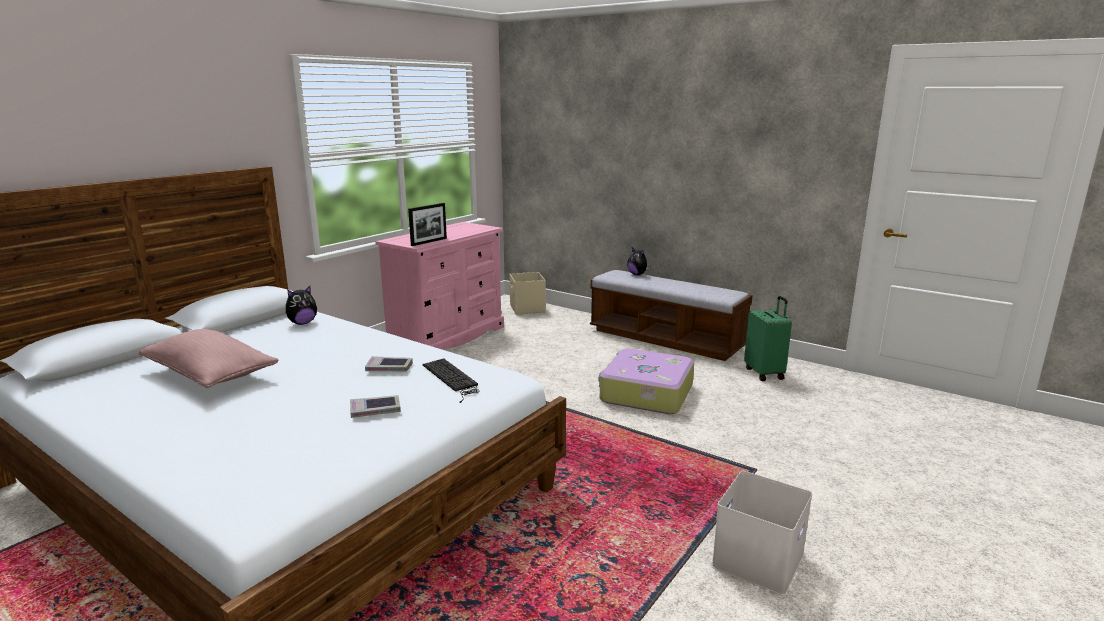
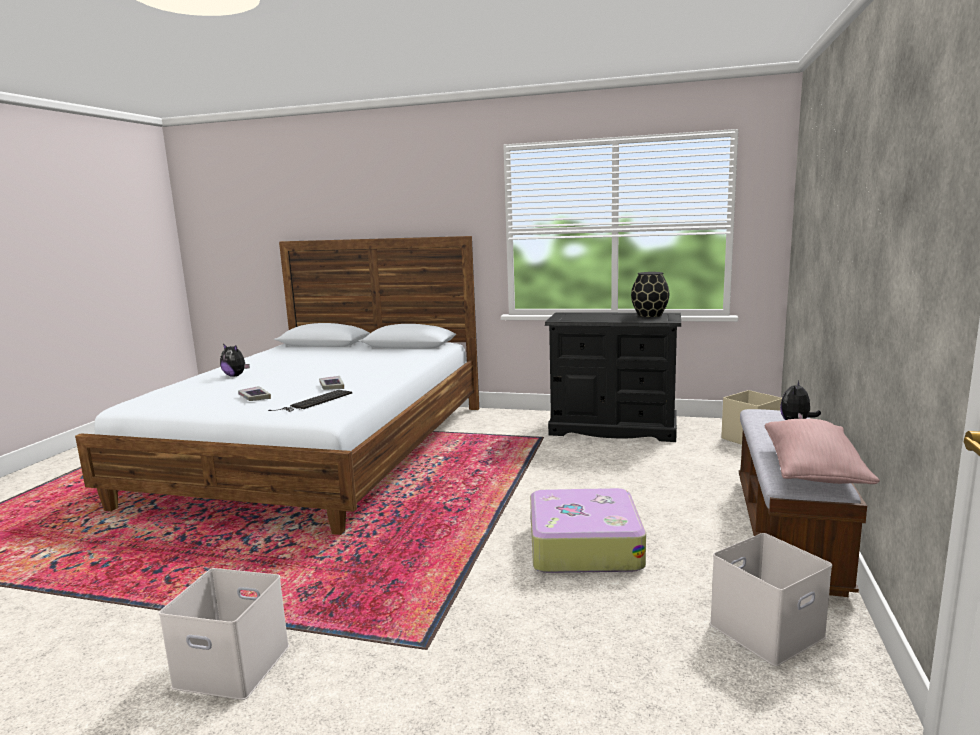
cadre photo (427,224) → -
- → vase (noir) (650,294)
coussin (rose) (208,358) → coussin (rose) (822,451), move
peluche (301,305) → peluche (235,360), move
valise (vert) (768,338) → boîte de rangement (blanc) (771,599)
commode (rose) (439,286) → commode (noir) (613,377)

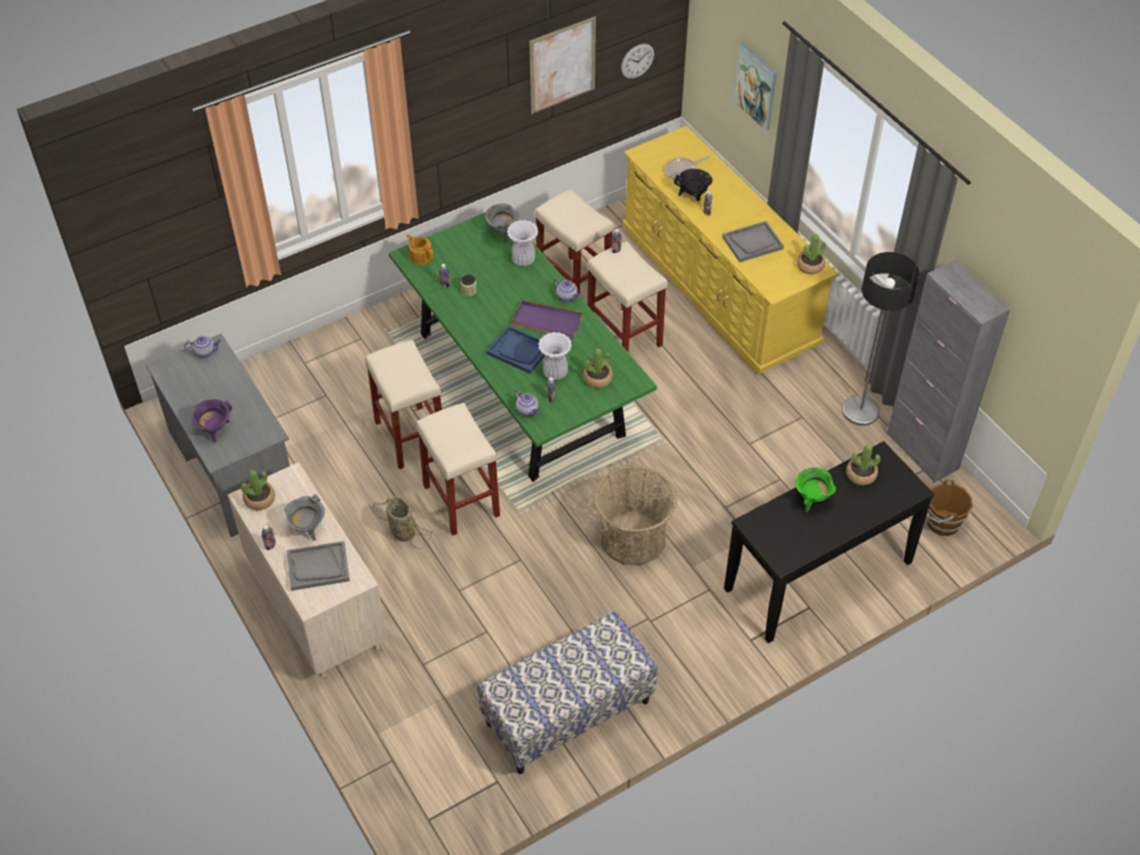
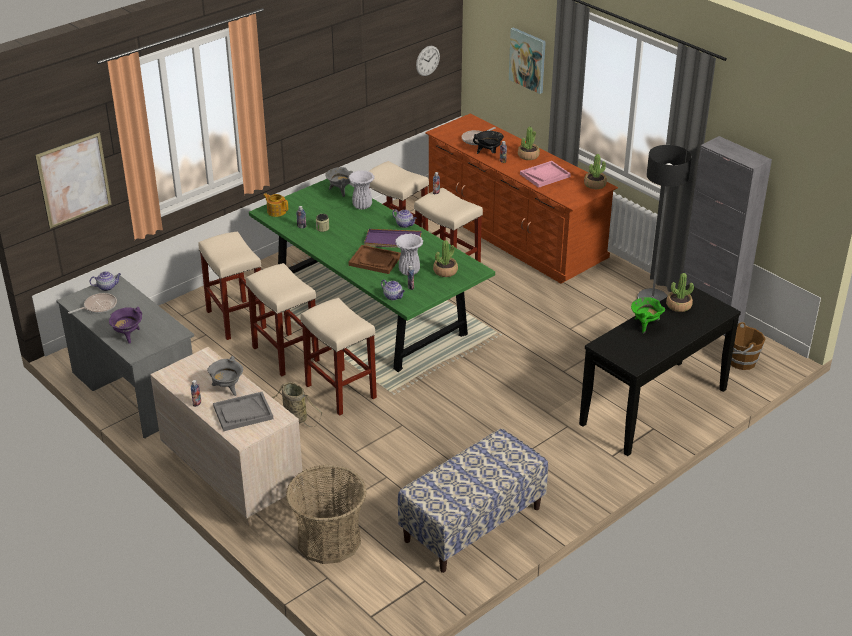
- → poêle (92,303)
- → tabouret (beige) (232,285)
plante en pot (258,490) → plante en pot (529,143), move
tableau (562,64) → tableau (73,180), move
panier (635,515) → panier (326,514), move
plateau (bleu) (515,349) → plateau (marron) (375,259)
commode (jaune) (730,249) → commode (marron) (521,198)
plateau (gris) (753,241) → plateau (rose) (545,174)

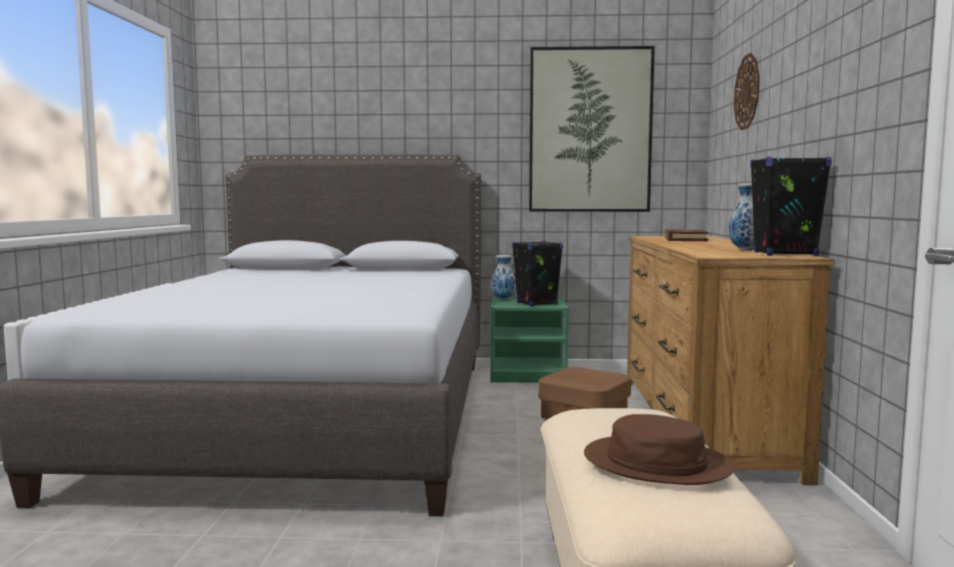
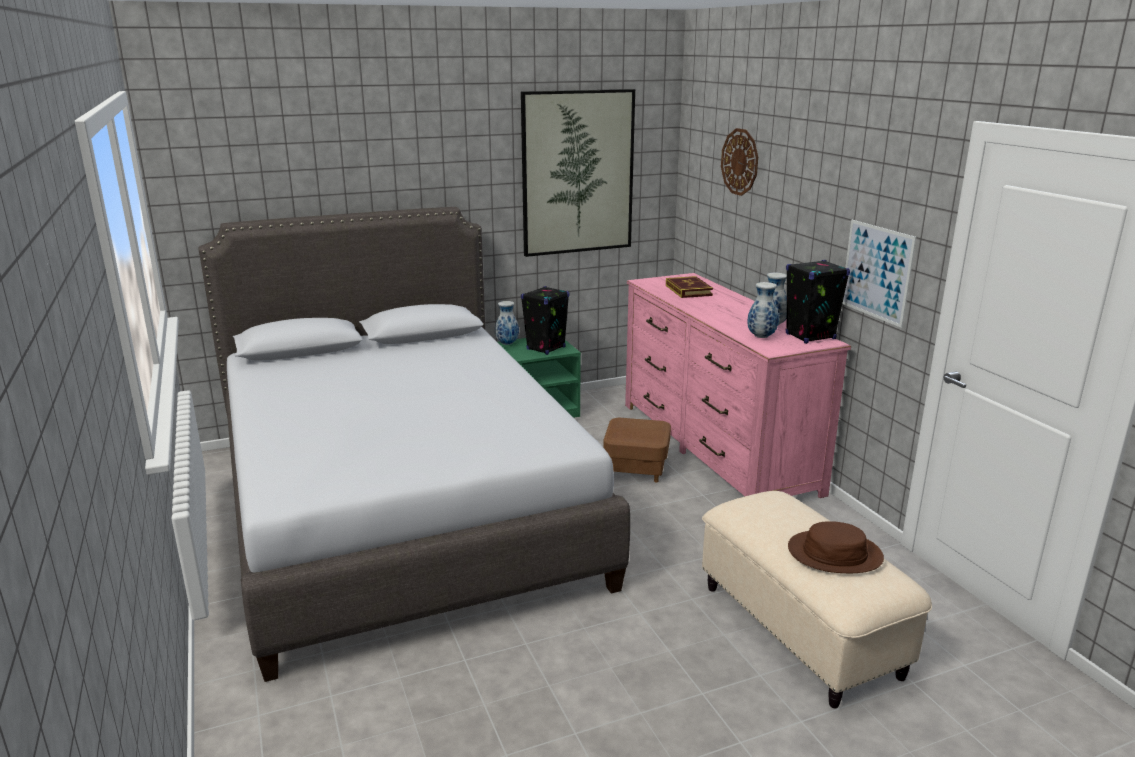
- → vase (763,310)
- → tableau (879,274)
commode (marron) (731,360) → commode (rose) (738,385)

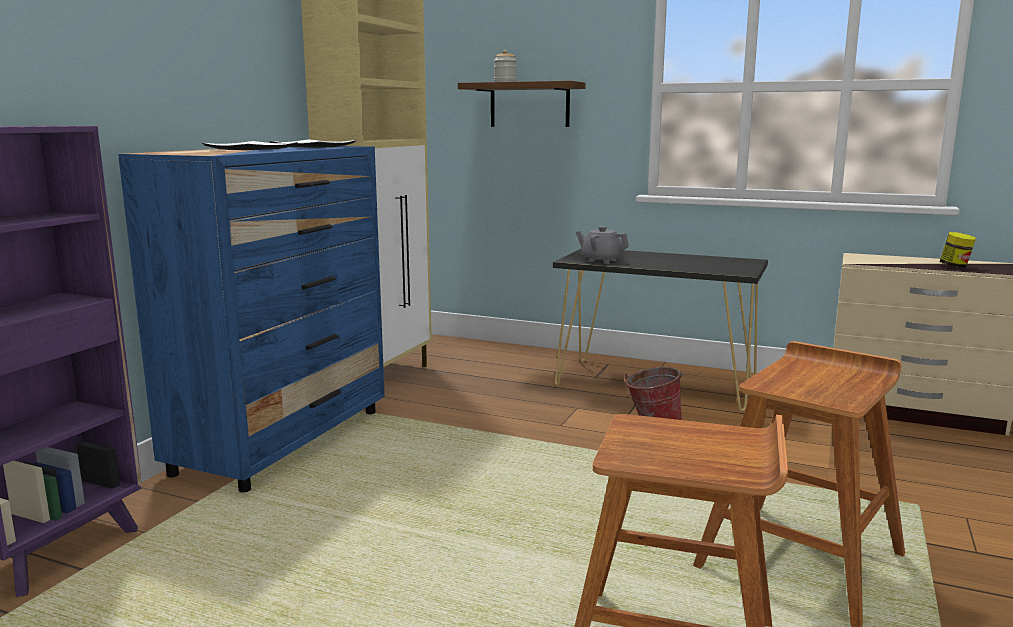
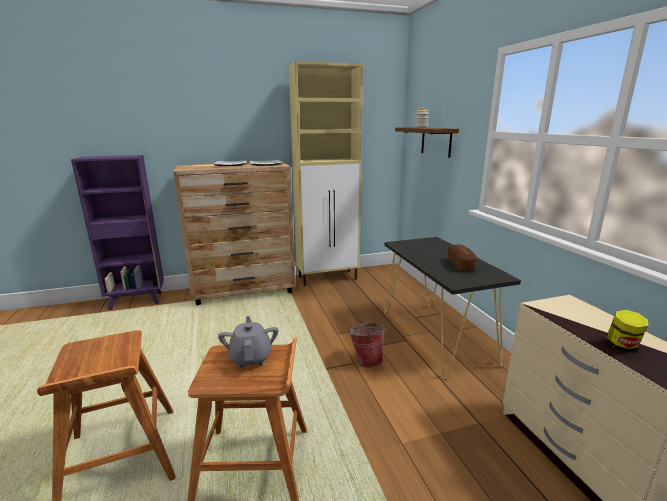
- → pain (463,258)
théière (gris) (602,245) → théière (gris) (248,342), move
commode (bleu) (251,319) → commode (marron) (234,233)

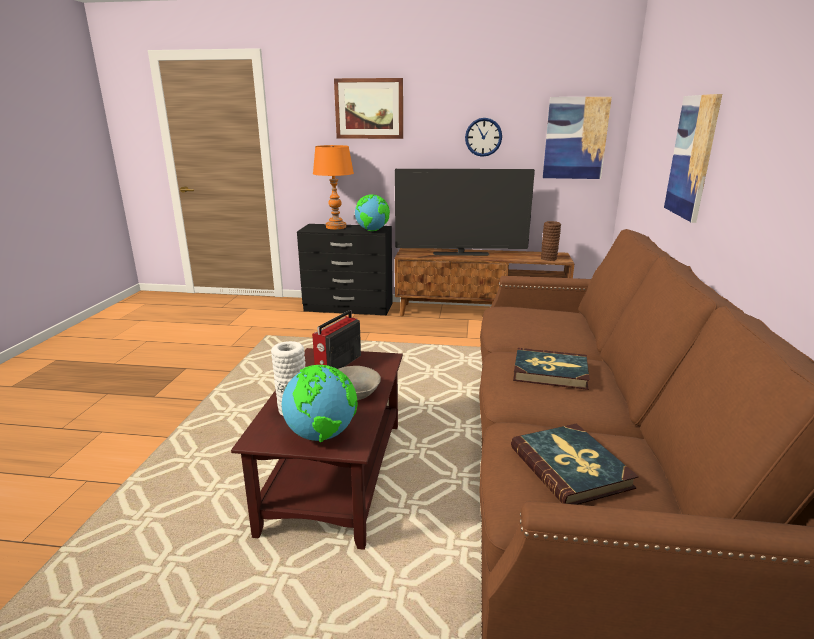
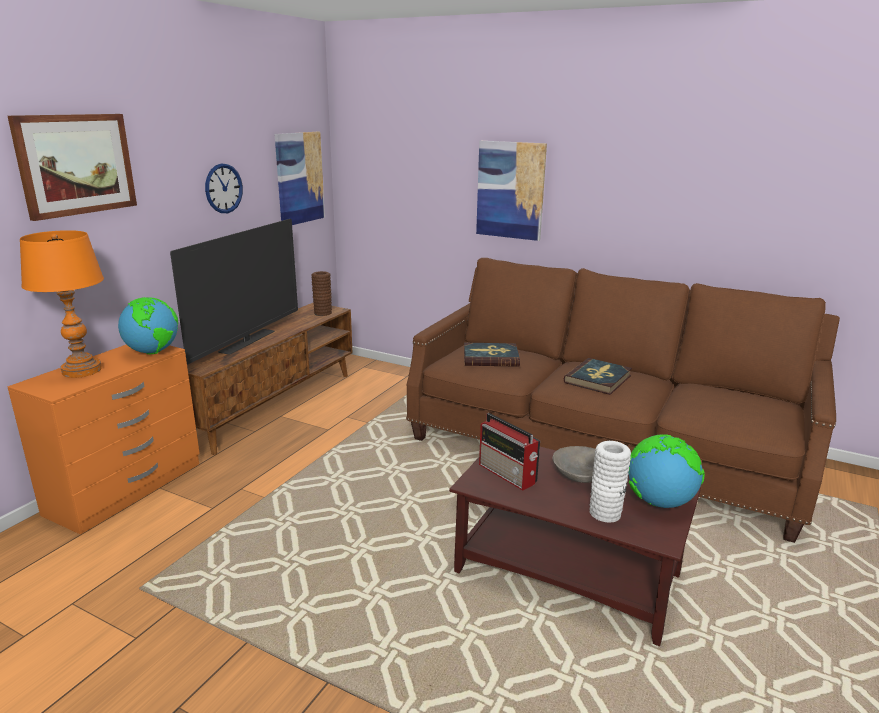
livre (575,464) → livre (492,355), move
commode (noir) (344,269) → commode (orange) (104,439)

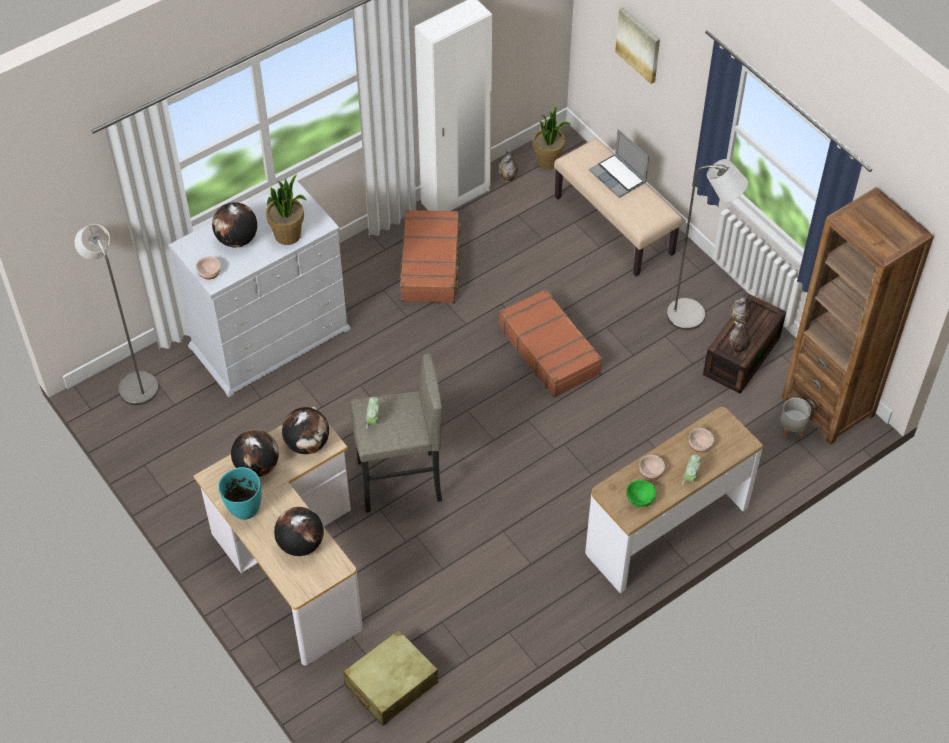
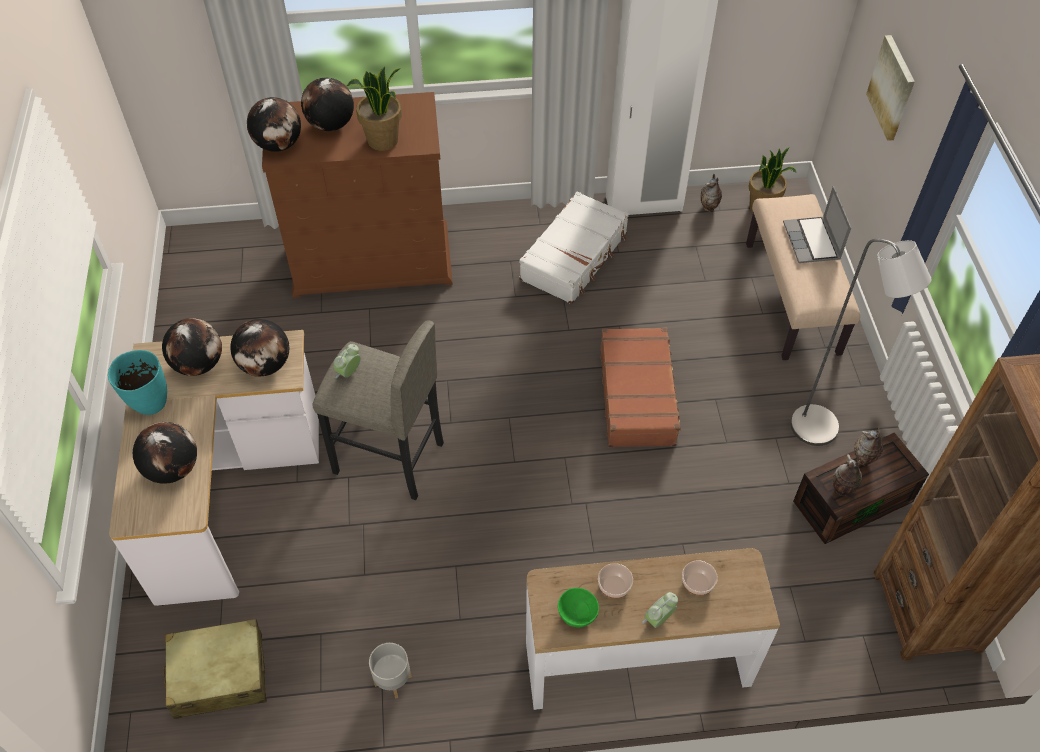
lampadaire (gris) (117,314) → -
cache-pot (gris) (795,418) → cache-pot (gris) (390,671), move
bol (208,268) → globe (274,124)
commode (blanc) (260,288) → commode (marron) (357,195)
valise (marron) (431,256) → valise (blanc) (574,247)

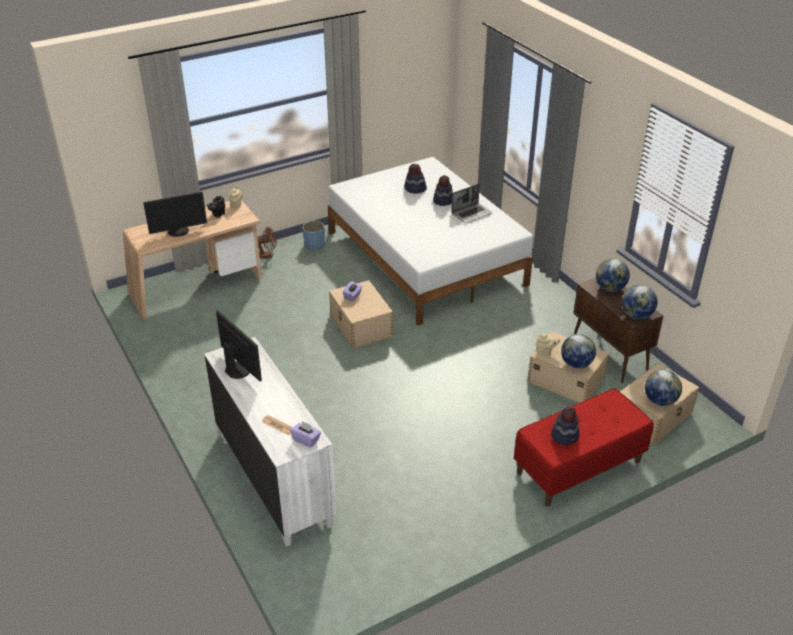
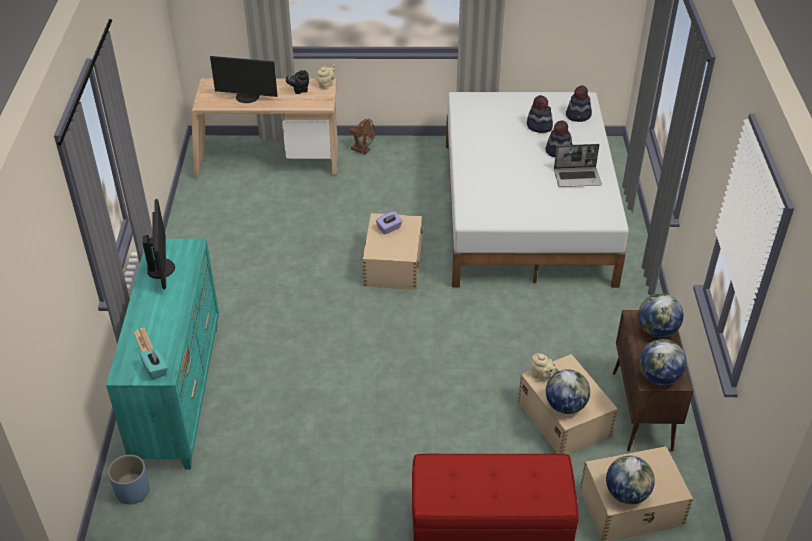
cache-pot (bleu) (313,236) → cache-pot (bleu) (128,479), move
chapeau (565,425) → chapeau (579,103), move
commode (blanc) (270,442) → commode (turquoise) (162,354)
boîte à mouchoirs (violet) (305,434) → boîte à mouchoirs (turquoise) (153,364)

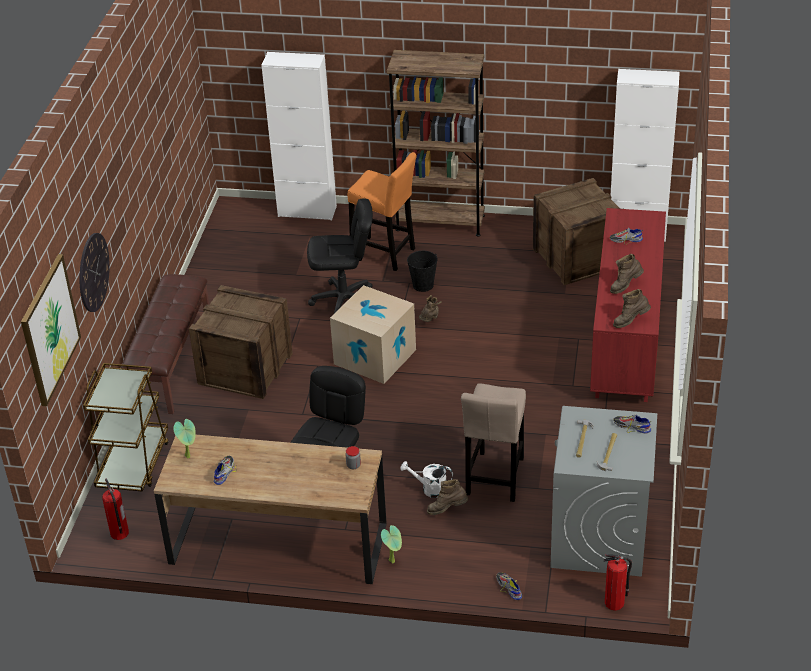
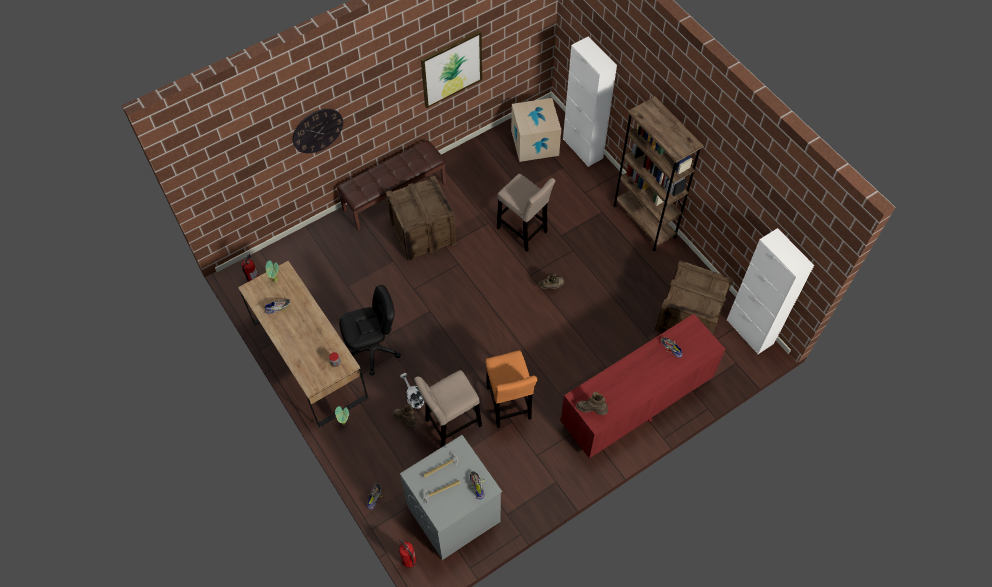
chariot (marron) (126,427) → -
seau (noir) (422,271) → -
botte (marron) (627,274) → -
tableau (51,330) → tableau (451,69), move
carton (373,334) → carton (536,130), move
tabouret (orange) (382,211) → tabouret (orange) (511,389), move
chaise de bureau (noir) (340,255) → tabouret (beige) (526,213)

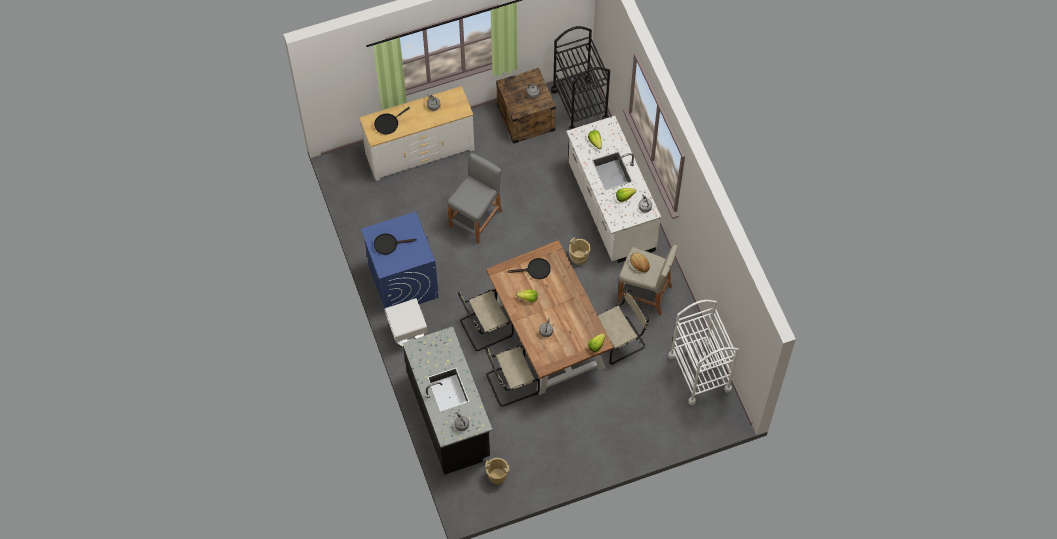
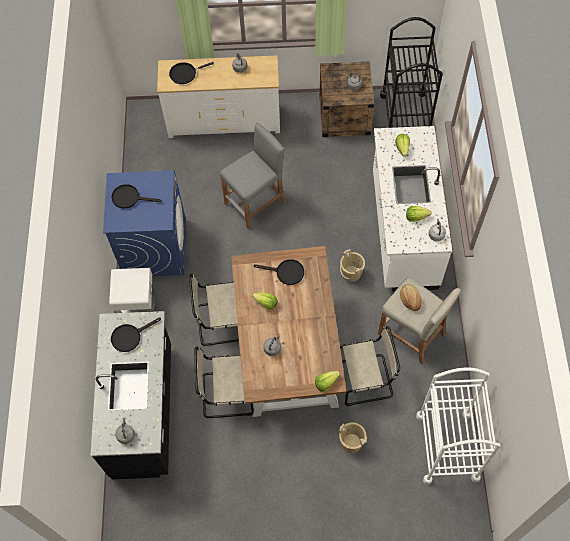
- → poêle (noir) (136,335)
seau (beige) (497,471) → seau (beige) (353,437), move

